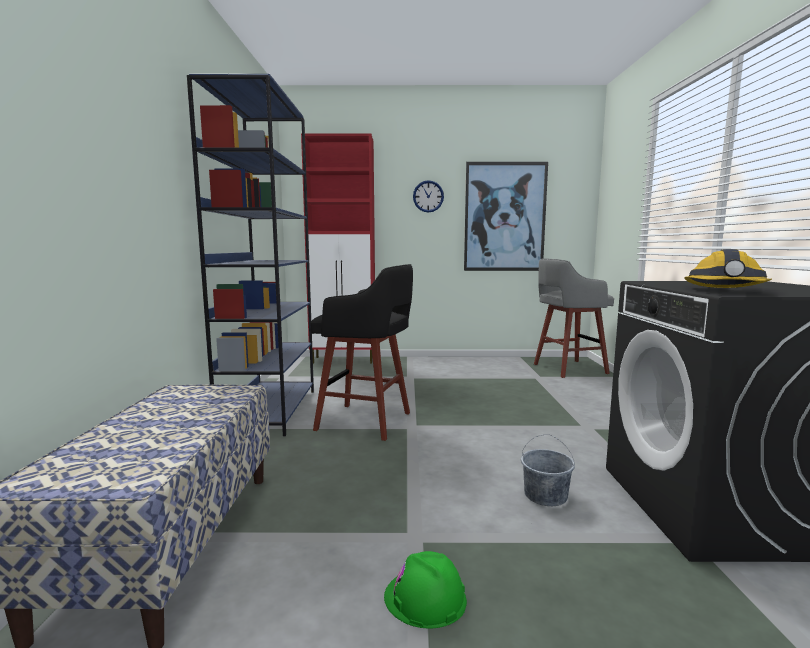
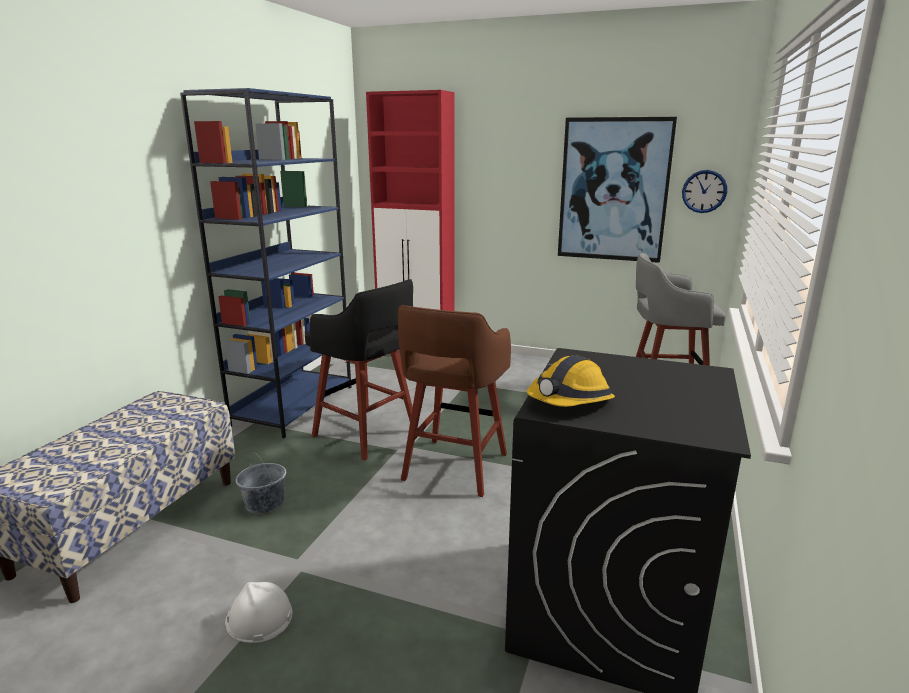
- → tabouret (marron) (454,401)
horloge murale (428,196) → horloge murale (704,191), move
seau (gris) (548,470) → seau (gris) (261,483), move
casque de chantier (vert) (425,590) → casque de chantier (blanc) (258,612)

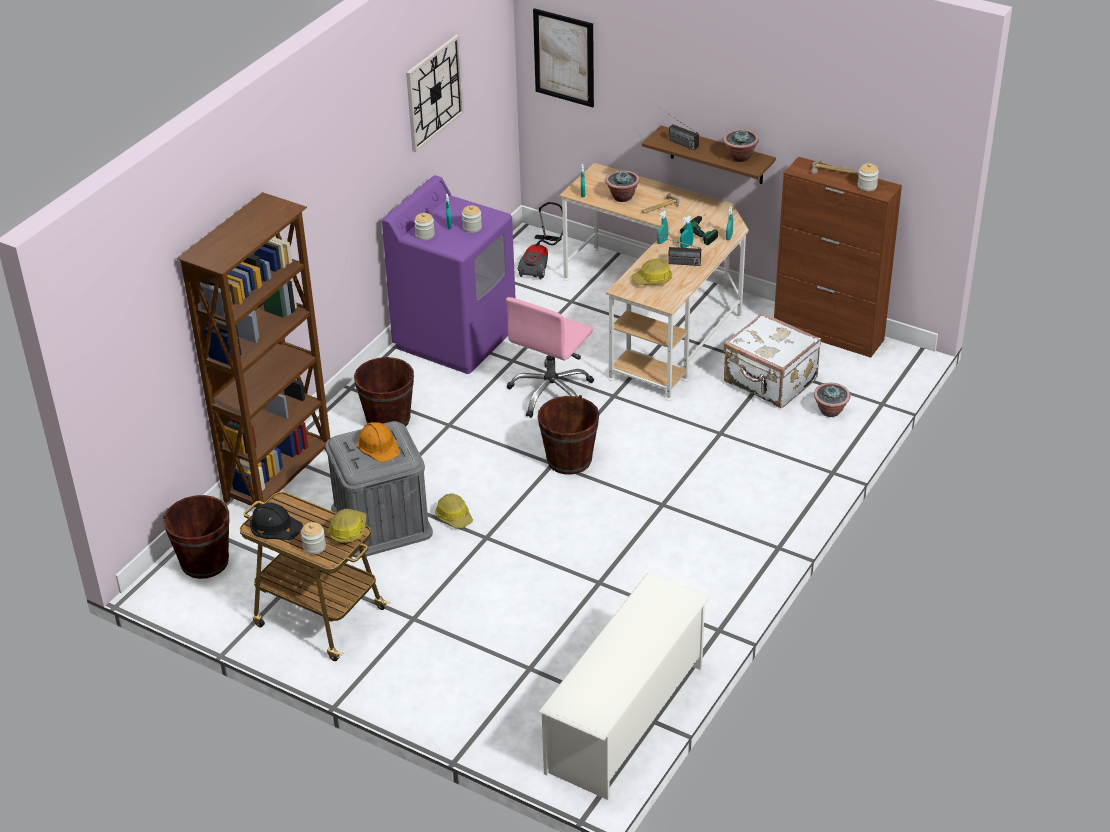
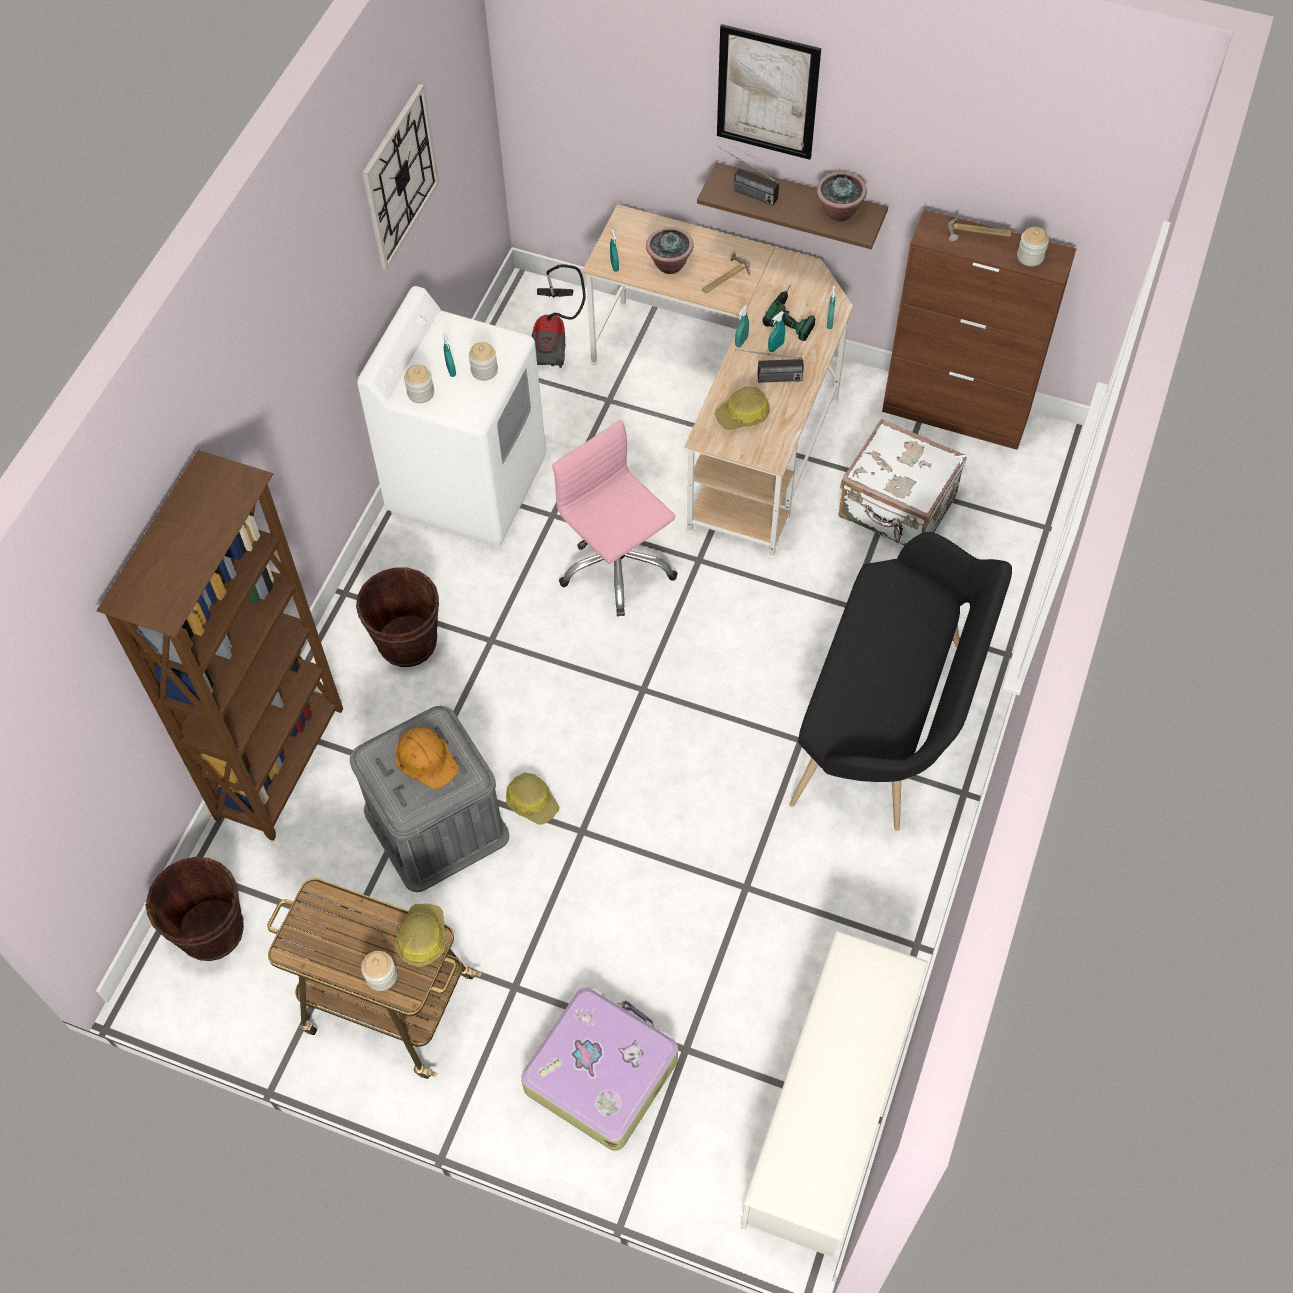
casque de chantier (noir) (276,521) → -
seau (marron) (568,435) → -
plante en pot (832,400) → -
- → valise (599,1069)
- → banc (noir) (900,681)
tableau (563,57) → tableau (769,92), move
lave-linge (violet) (449,275) → lave-linge (blanc) (451,416)
chaise de bureau (rose) (550,357) → chaise de bureau (rose) (615,518), 120 degrees clockwise

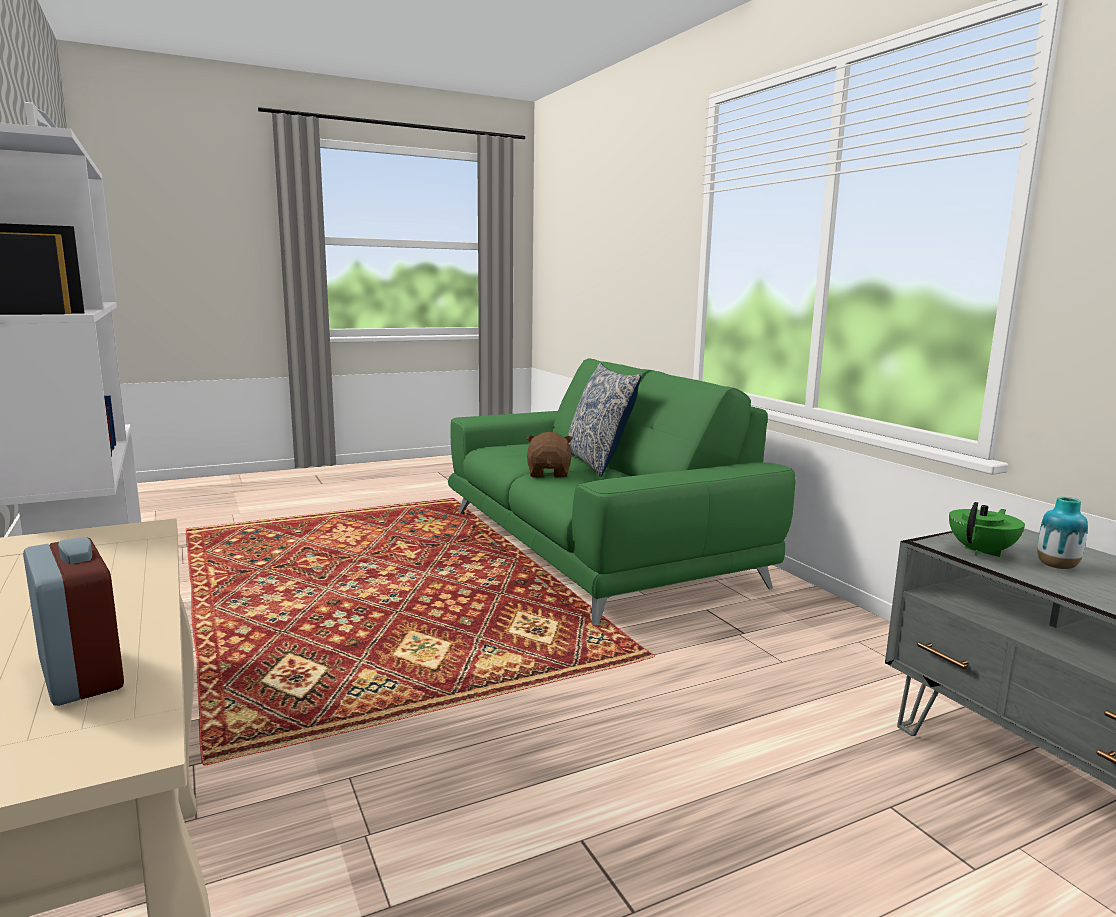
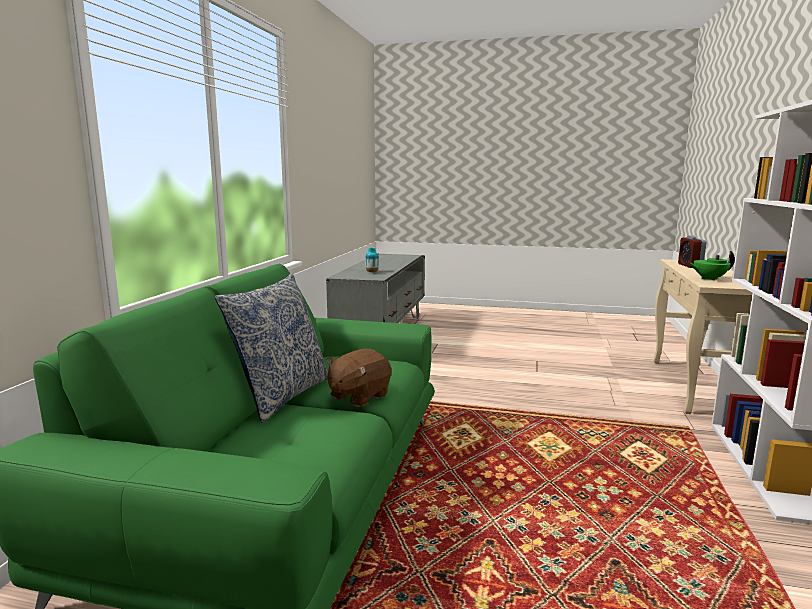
théière (vert) (987,529) → théière (vert) (711,266), move

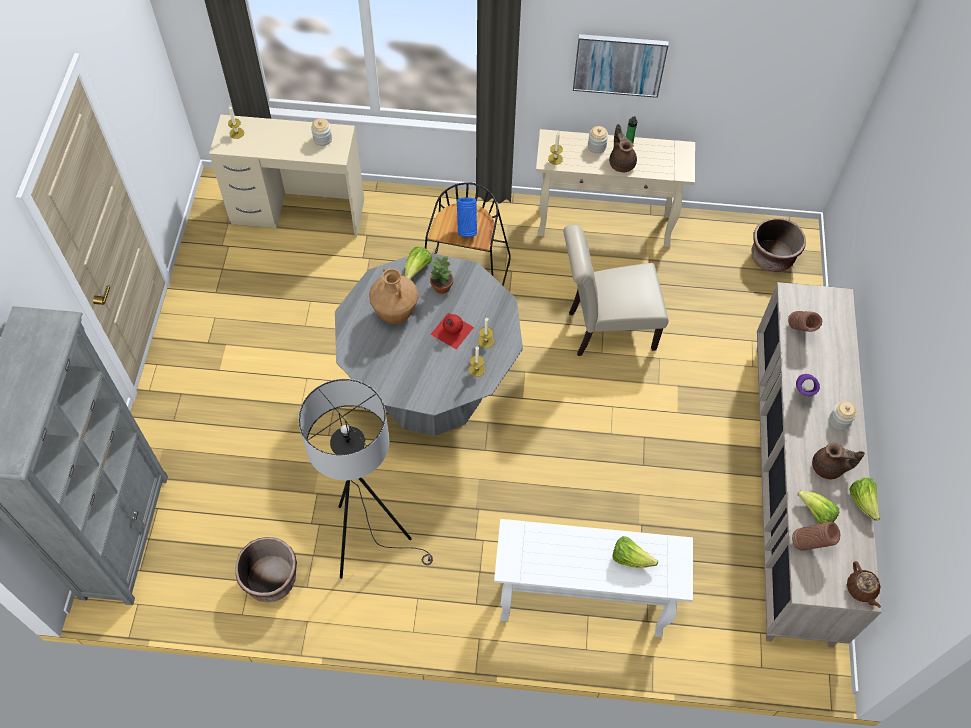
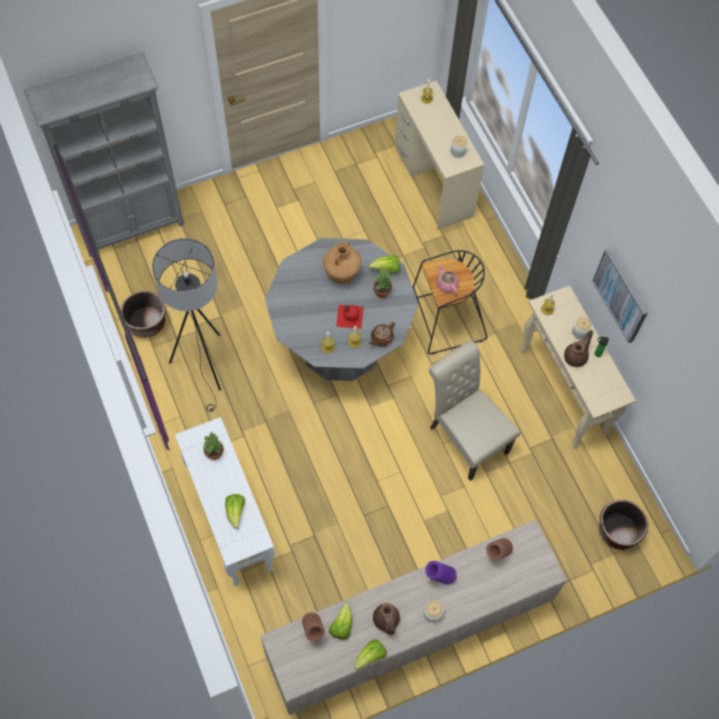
- → plante en pot (213,446)
théière (marron) (864,584) → théière (marron) (382,334), move
vase (bleu) (467,217) → théière (rose) (448,278)

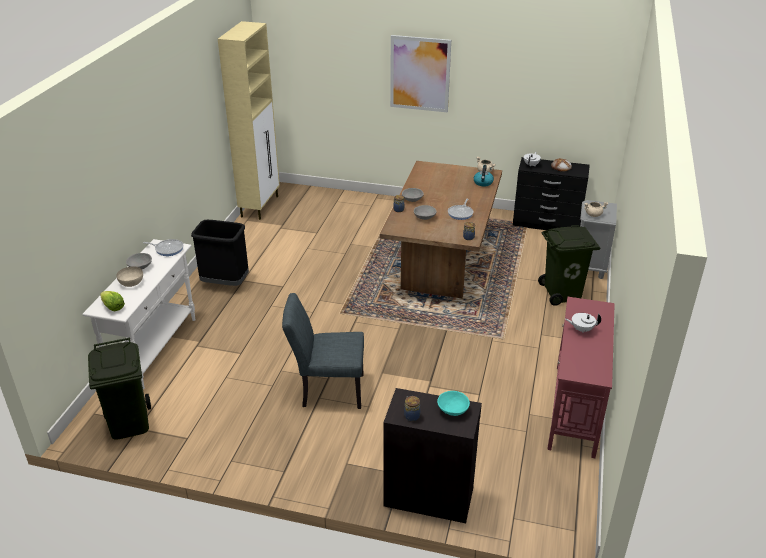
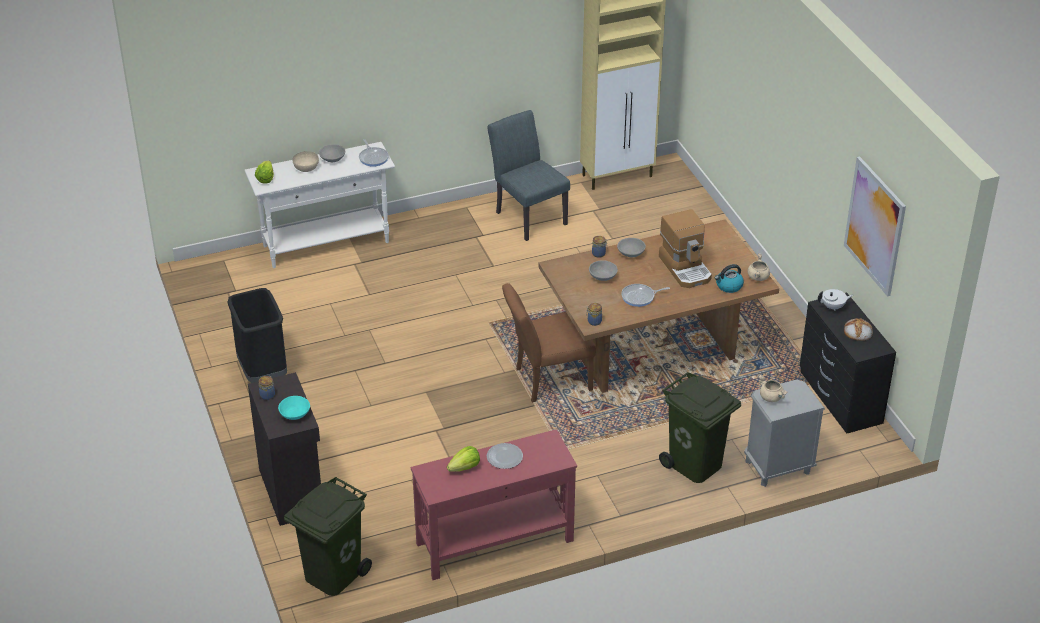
- → laitue (463,459)
- → chaise (marron) (549,343)
- → machine à café (685,248)
poubelle (vert) (119,388) → poubelle (vert) (328,536), move
poubelle (noir) (220,253) → poubelle (noir) (257,335), move
chaise (gris) (323,351) → chaise (gris) (528,175), move
tableau (420,73) → tableau (875,226), move
théière (blanc) (583,322) → assiette (505,456)

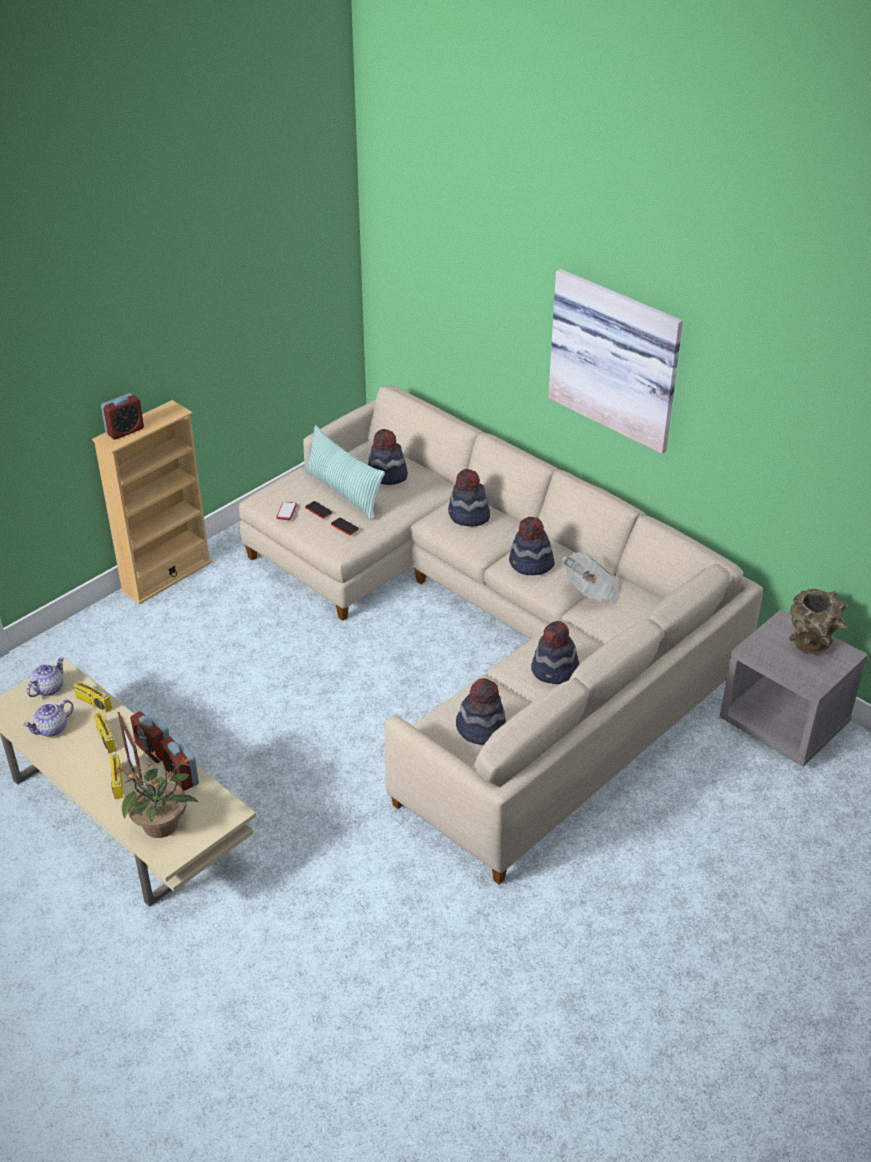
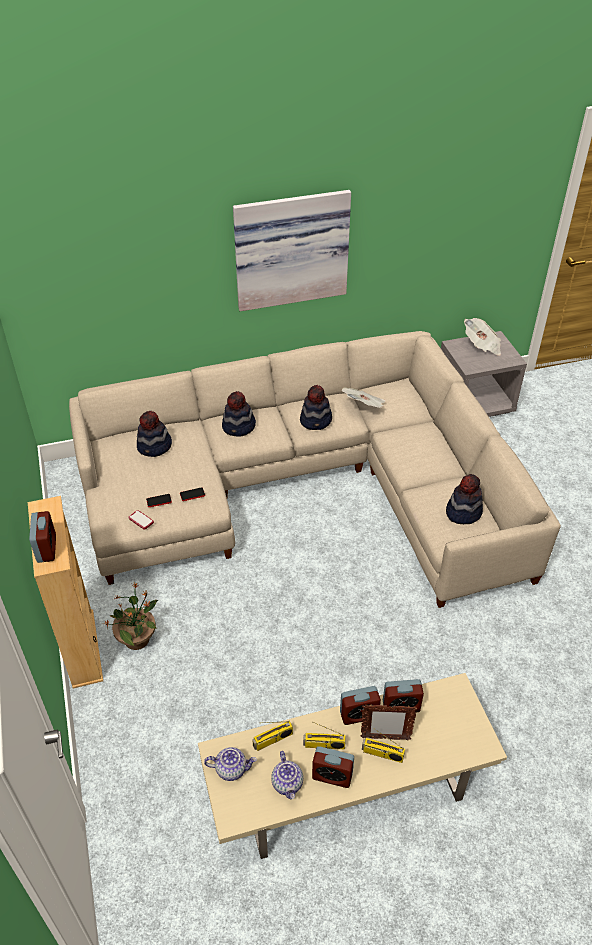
coussin (344,472) → -
chapeau (555,652) → -
- → réveil (333,767)
plante en pot (156,794) → plante en pot (130,616), move
vase (marron) (818,622) → journal (482,337)
théière (45,677) → théière (230,764), 120 degrees clockwise

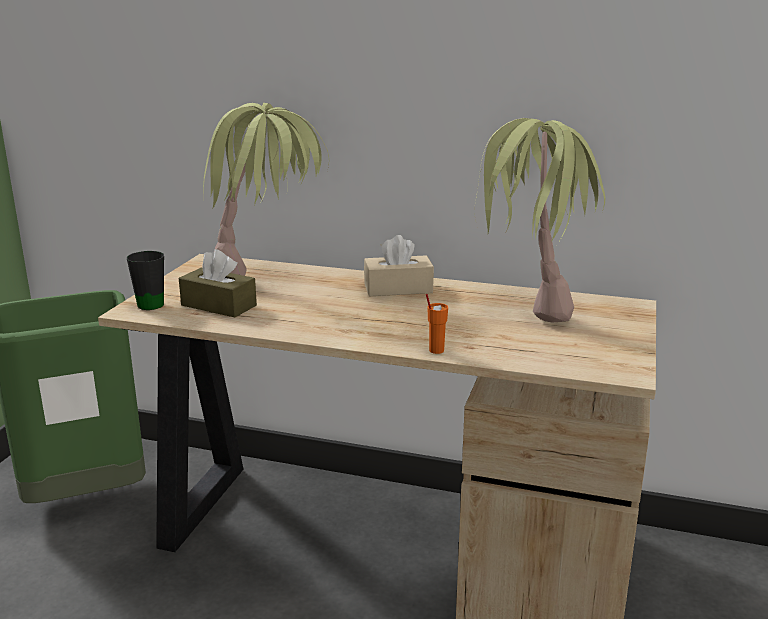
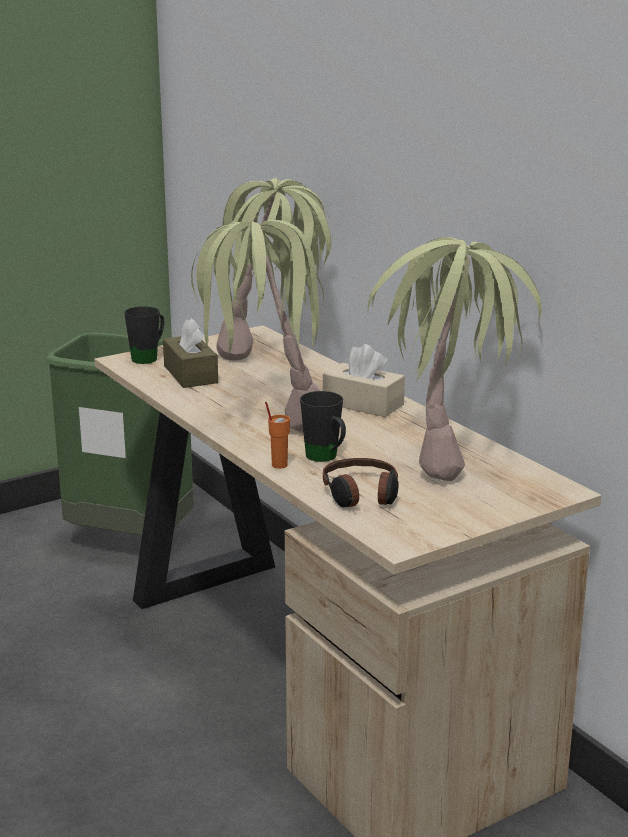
- → plante en pot (257,326)
- → mug (noir) (323,426)
- → casque audio (360,482)

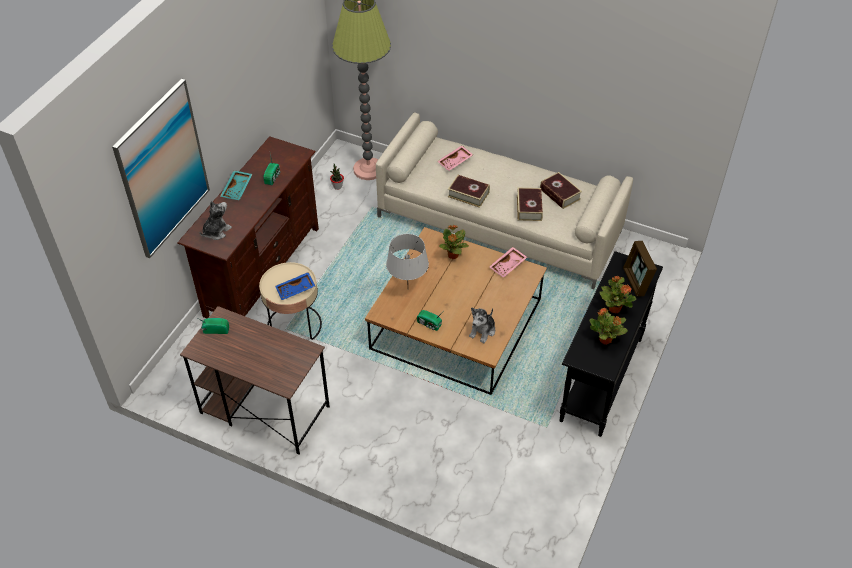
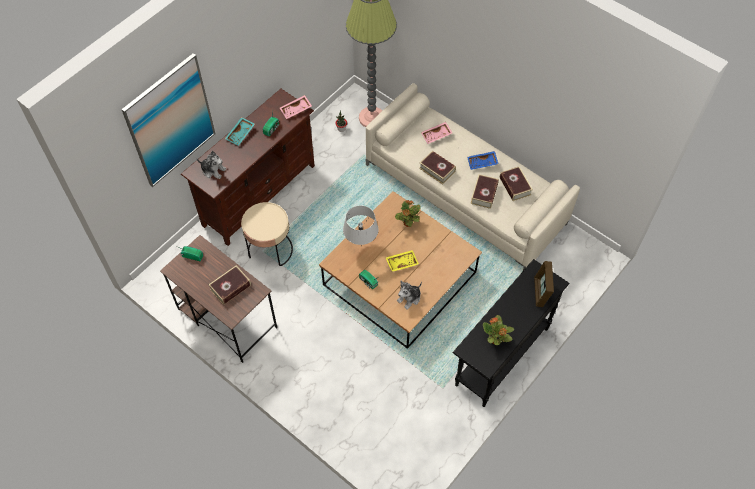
plante en pot (618,294) → -
- → livre (230,285)
- → plateau (jaune) (402,261)
plateau (bleu) (295,286) → plateau (bleu) (482,160), move
plateau (rose) (508,262) → plateau (rose) (296,107), move
peluche (216,220) → peluche (211,165), 60 degrees clockwise

